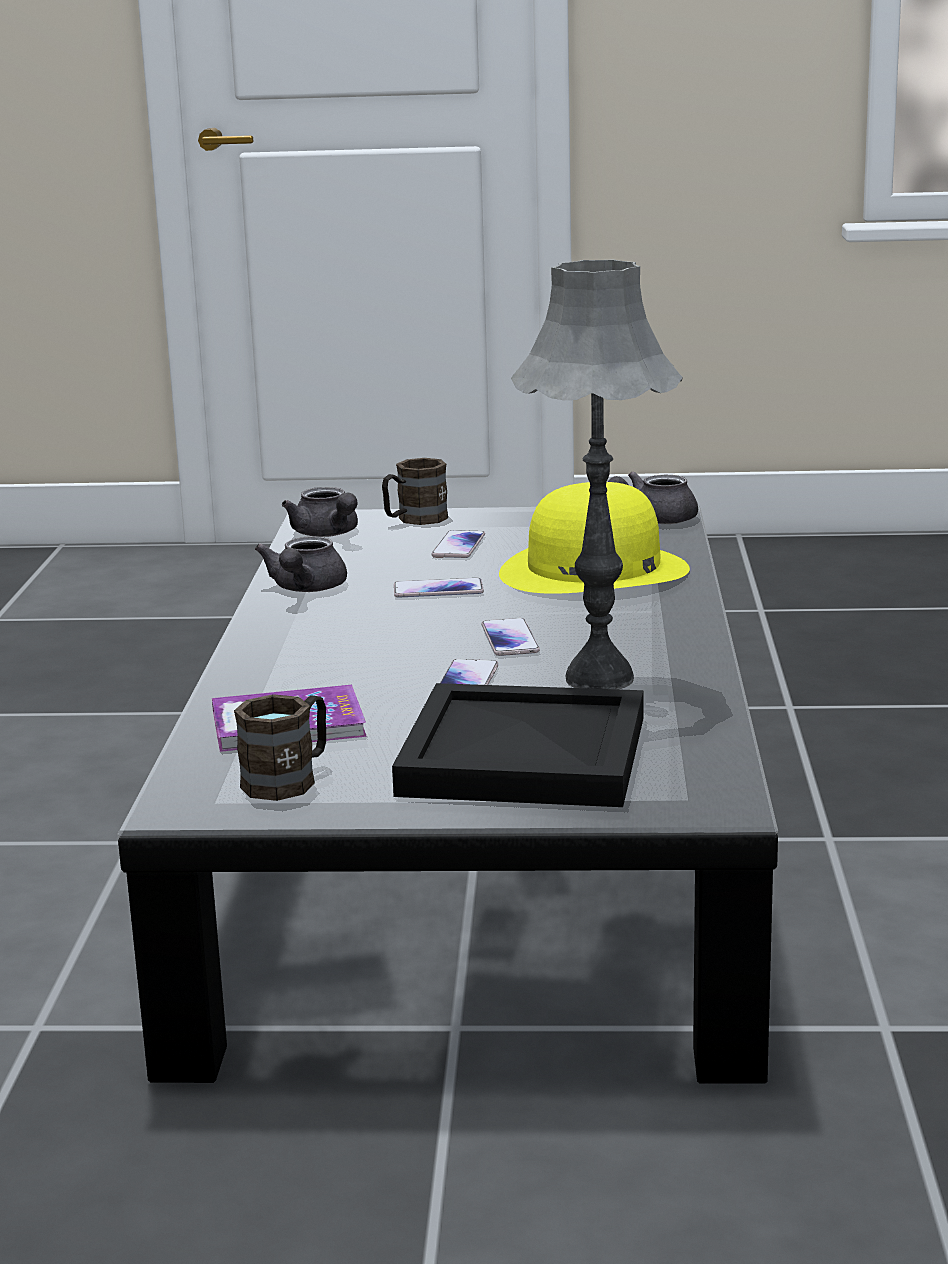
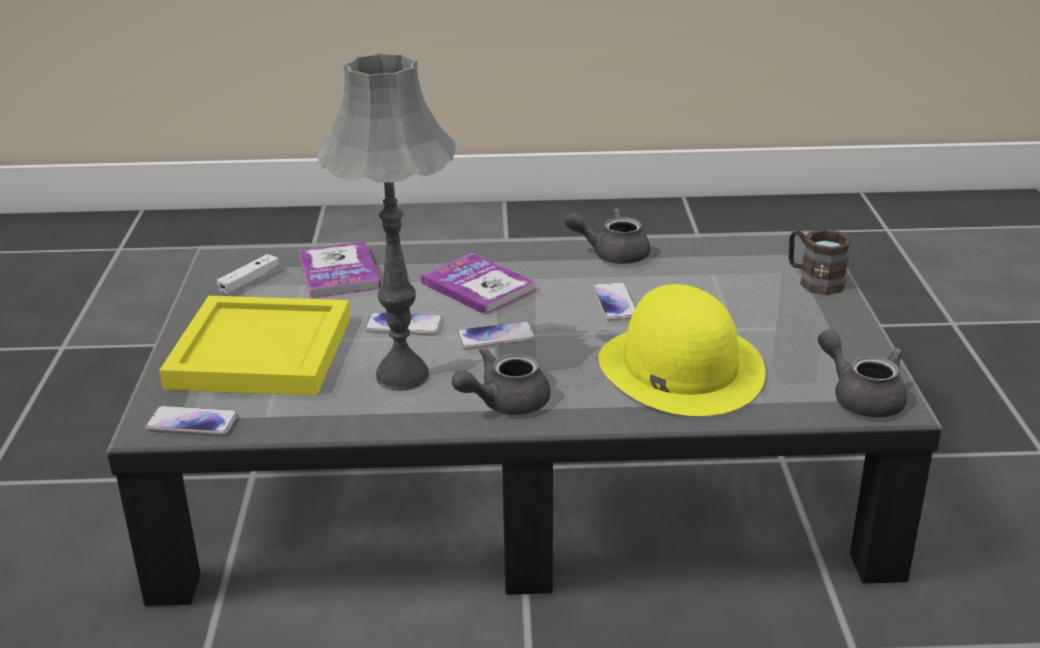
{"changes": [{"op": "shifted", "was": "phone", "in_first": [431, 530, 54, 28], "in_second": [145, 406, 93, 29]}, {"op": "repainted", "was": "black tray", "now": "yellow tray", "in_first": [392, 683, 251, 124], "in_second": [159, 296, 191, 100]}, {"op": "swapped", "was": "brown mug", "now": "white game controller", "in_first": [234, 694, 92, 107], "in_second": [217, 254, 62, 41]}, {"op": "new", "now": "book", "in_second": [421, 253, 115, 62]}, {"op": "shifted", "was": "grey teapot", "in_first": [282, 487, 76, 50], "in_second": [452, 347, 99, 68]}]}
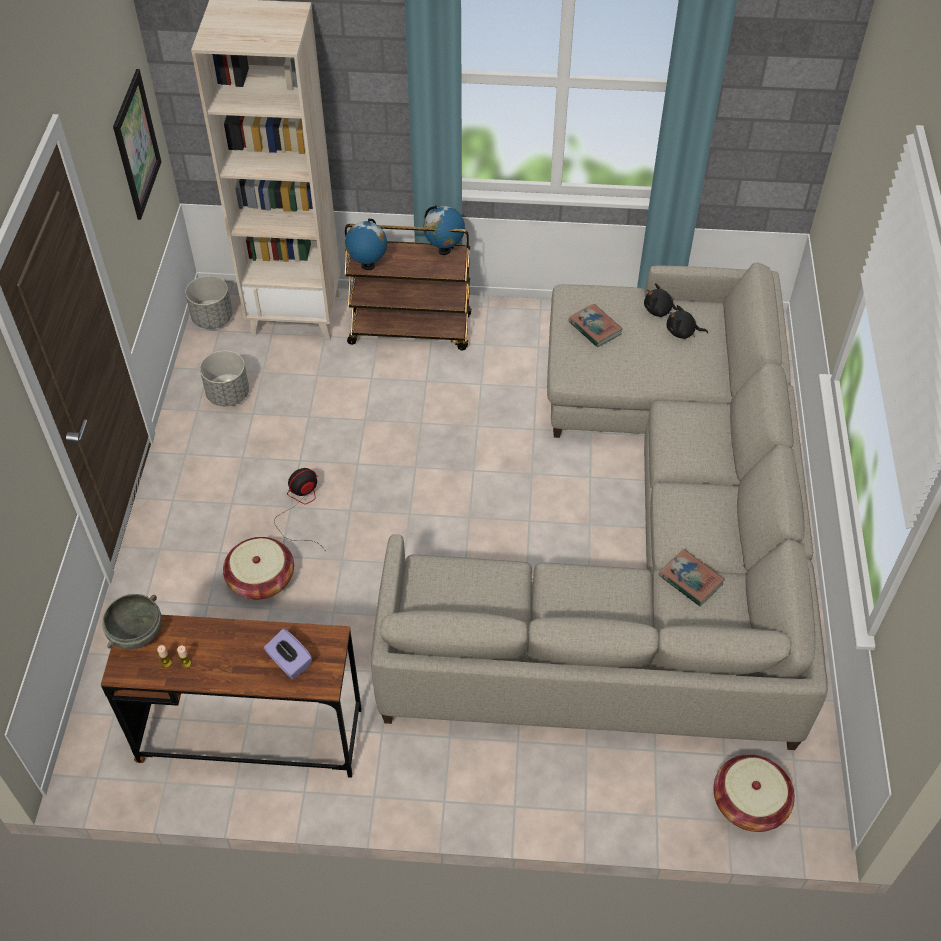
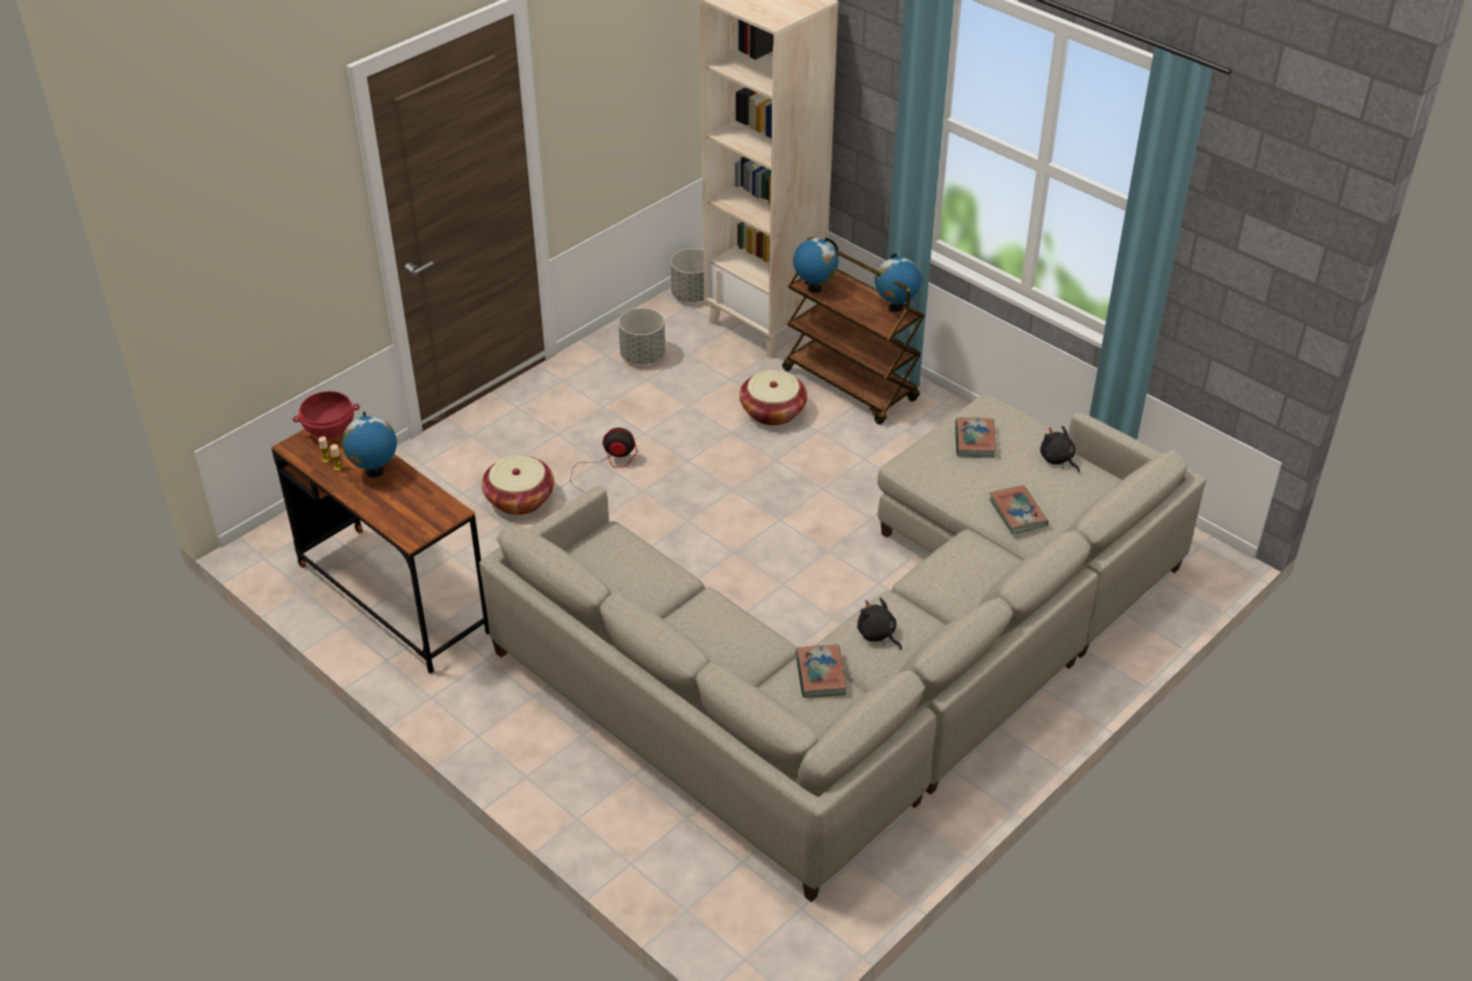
{"changes": [{"op": "repainted", "was": "grey bowl", "now": "red bowl", "in_first": [102, 594, 60, 55], "in_second": [293, 391, 67, 48]}, {"op": "new", "now": "globe", "in_second": [342, 412, 55, 65]}, {"op": "shifted", "was": "basket", "in_first": [714, 754, 81, 78], "in_second": [739, 370, 68, 56]}, {"op": "shifted", "was": "black plush toy", "in_first": [666, 305, 42, 34], "in_second": [857, 597, 45, 53]}, {"op": "new", "now": "book", "in_second": [989, 485, 60, 49]}, {"op": "gone", "was": "picture", "in_first": [113, 69, 48, 151]}, {"op": "gone", "was": "purple tissue box", "in_first": [264, 629, 48, 50]}]}
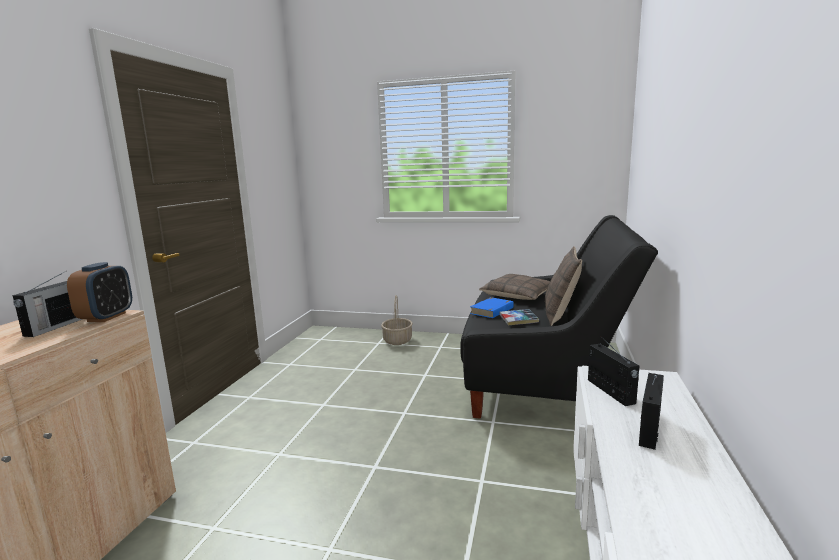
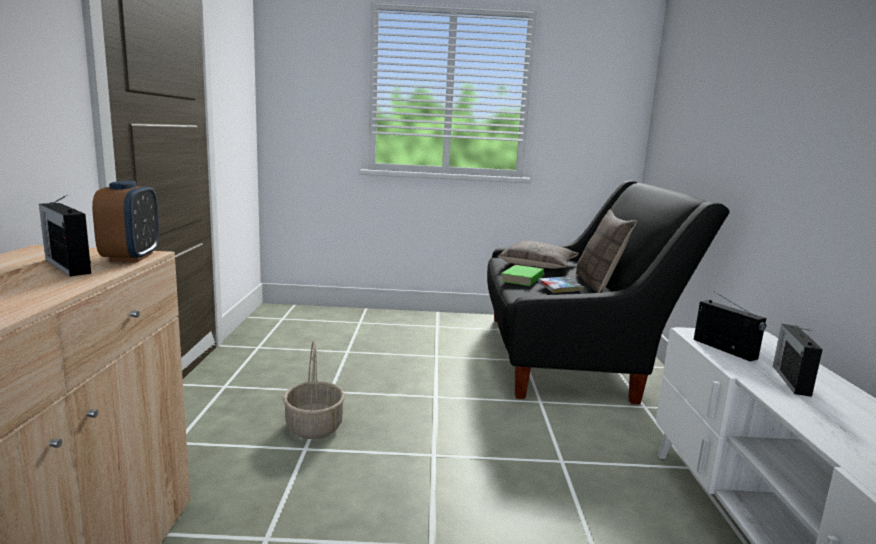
{"changes": [{"op": "rotated", "was": "radio", "in_first": [12, 271, 70, 66], "in_second": [39, 195, 52, 81], "clockwise": 135}, {"op": "shifted", "was": "basket", "in_first": [381, 295, 32, 50], "in_second": [283, 340, 62, 99]}, {"op": "repainted", "was": "blue book", "now": "green book", "in_first": [470, 297, 44, 21], "in_second": [500, 265, 44, 21]}]}
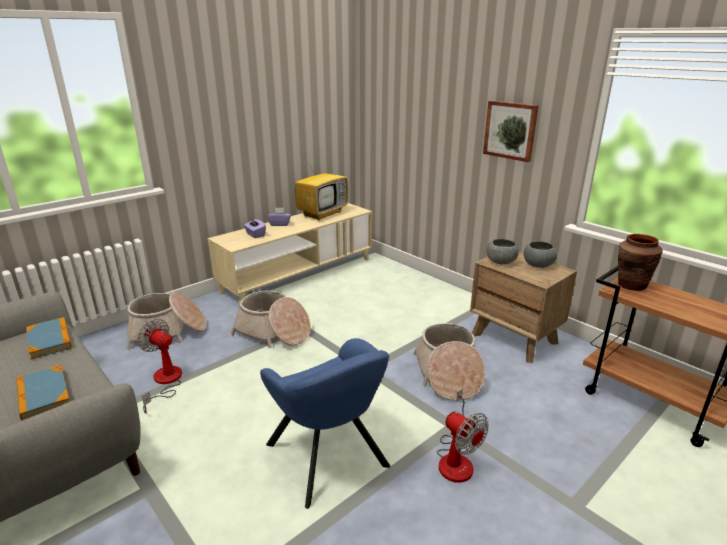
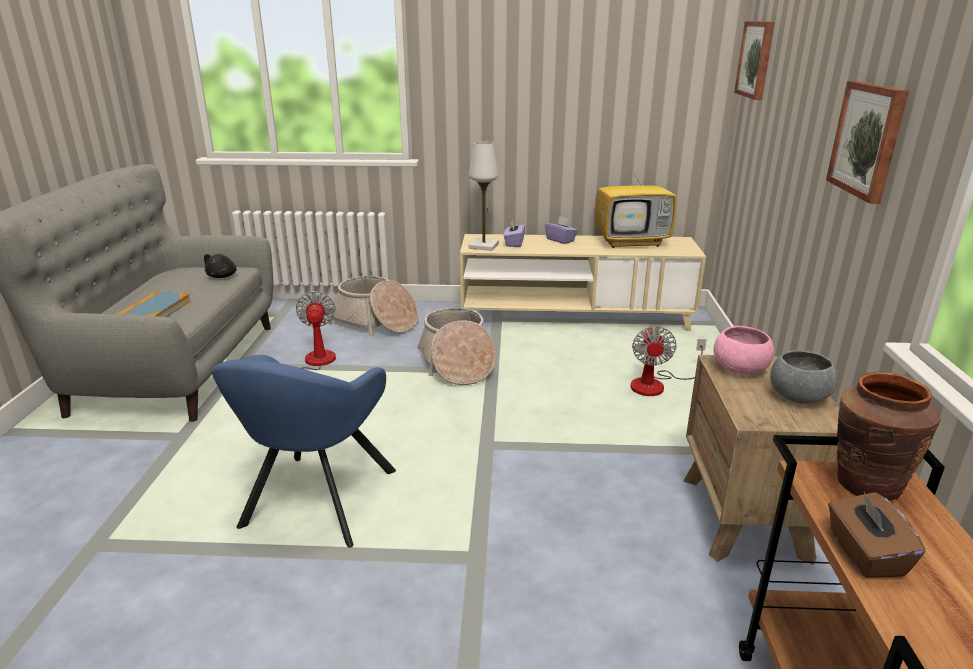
{"changes": [{"op": "swapped", "was": "book", "now": "black plush toy", "in_first": [26, 317, 46, 42], "in_second": [204, 254, 33, 24]}, {"op": "new", "now": "white table lamp", "in_second": [469, 141, 30, 110]}, {"op": "shifted", "was": "fan", "in_first": [437, 389, 52, 94], "in_second": [631, 326, 75, 70]}, {"op": "repainted", "was": "grey bowl", "now": "pink bowl", "in_first": [486, 239, 33, 25], "in_second": [714, 326, 60, 48]}, {"op": "new", "now": "picture", "in_second": [734, 21, 41, 79]}, {"op": "new", "now": "brown tissue box", "in_second": [828, 492, 97, 85]}, {"op": "gone", "was": "basket", "in_first": [413, 323, 72, 78]}]}
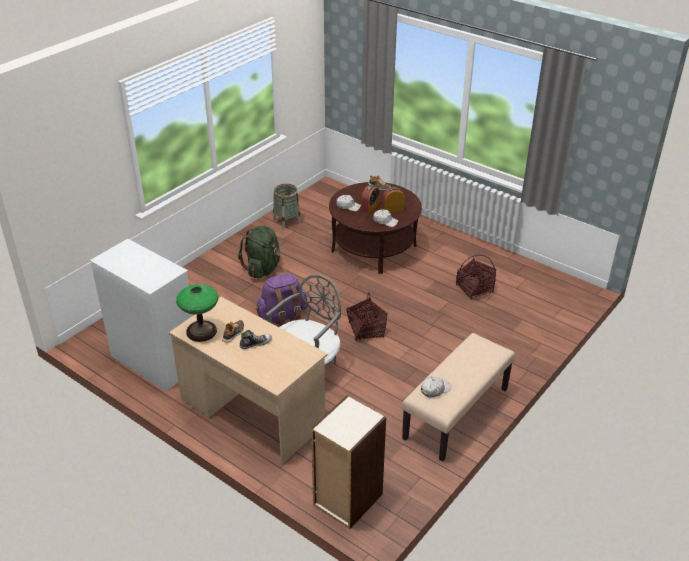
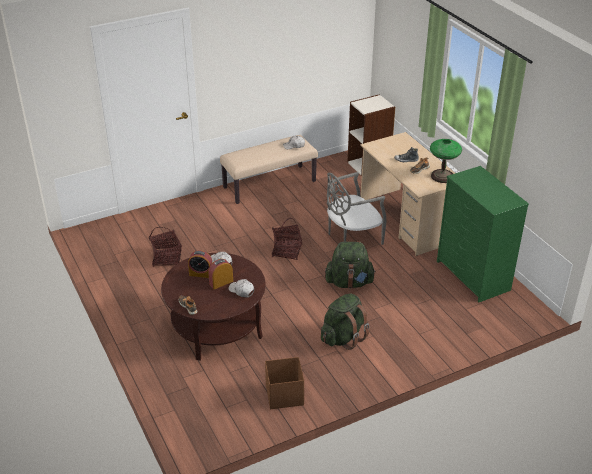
{"changes": [{"op": "swapped", "was": "basket", "now": "brown storage box", "in_first": [273, 184, 28, 46], "in_second": [265, 357, 39, 52]}, {"op": "repainted", "was": "purple backpack", "now": "green backpack", "in_first": [256, 274, 52, 53], "in_second": [325, 241, 51, 48]}, {"op": "repainted", "was": "white dresser", "now": "green dresser", "in_first": [90, 239, 103, 152], "in_second": [437, 166, 92, 137]}]}
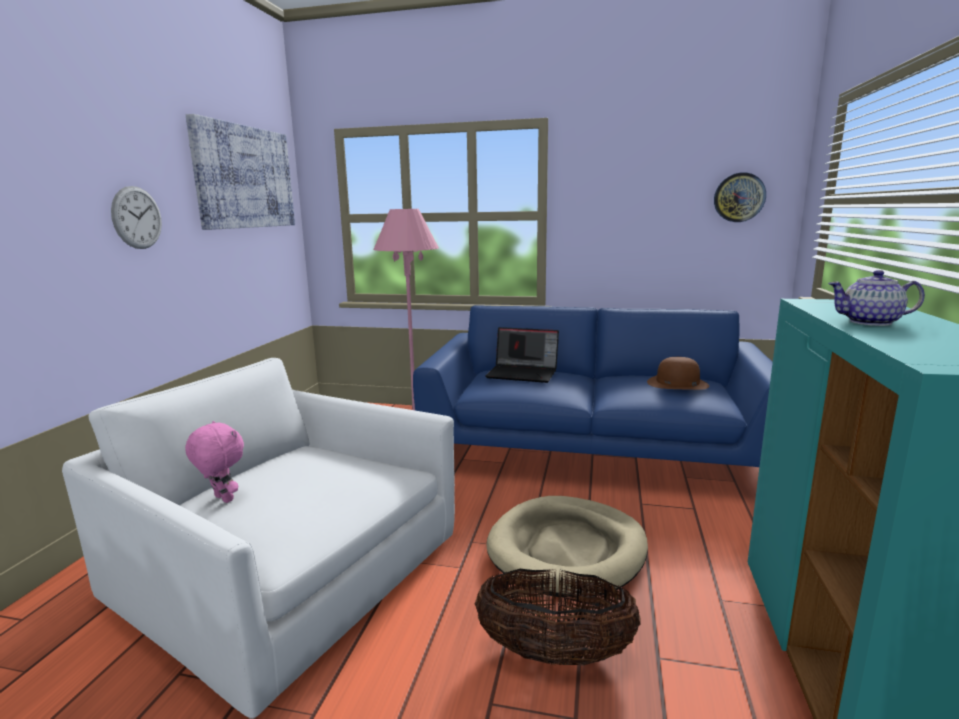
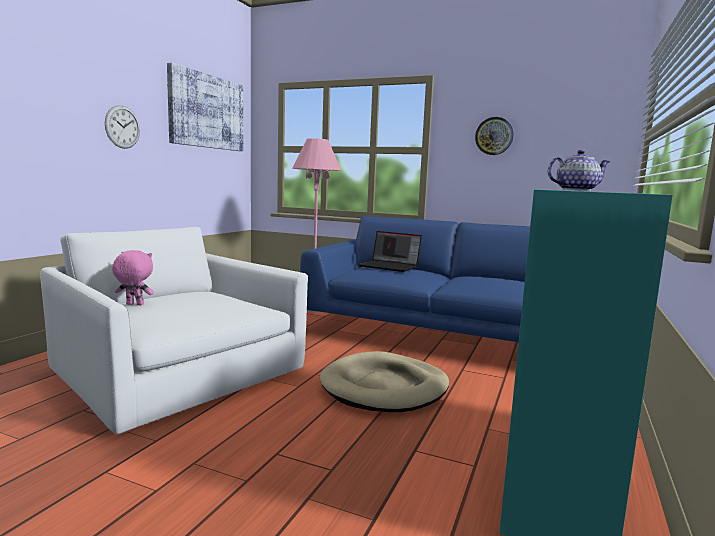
{"changes": [{"op": "rotated", "was": "pink plush toy", "in_first": [185, 421, 59, 82], "in_second": [112, 250, 42, 55], "clockwise": -45}, {"op": "shifted", "was": "wall clock", "in_first": [714, 172, 52, 50], "in_second": [475, 117, 39, 38]}, {"op": "rotated", "was": "teapot", "in_first": [828, 270, 97, 56], "in_second": [548, 150, 62, 41], "clockwise": 150}, {"op": "gone", "was": "basket", "in_first": [475, 569, 166, 97]}, {"op": "gone", "was": "brown hat", "in_first": [647, 357, 62, 33]}]}
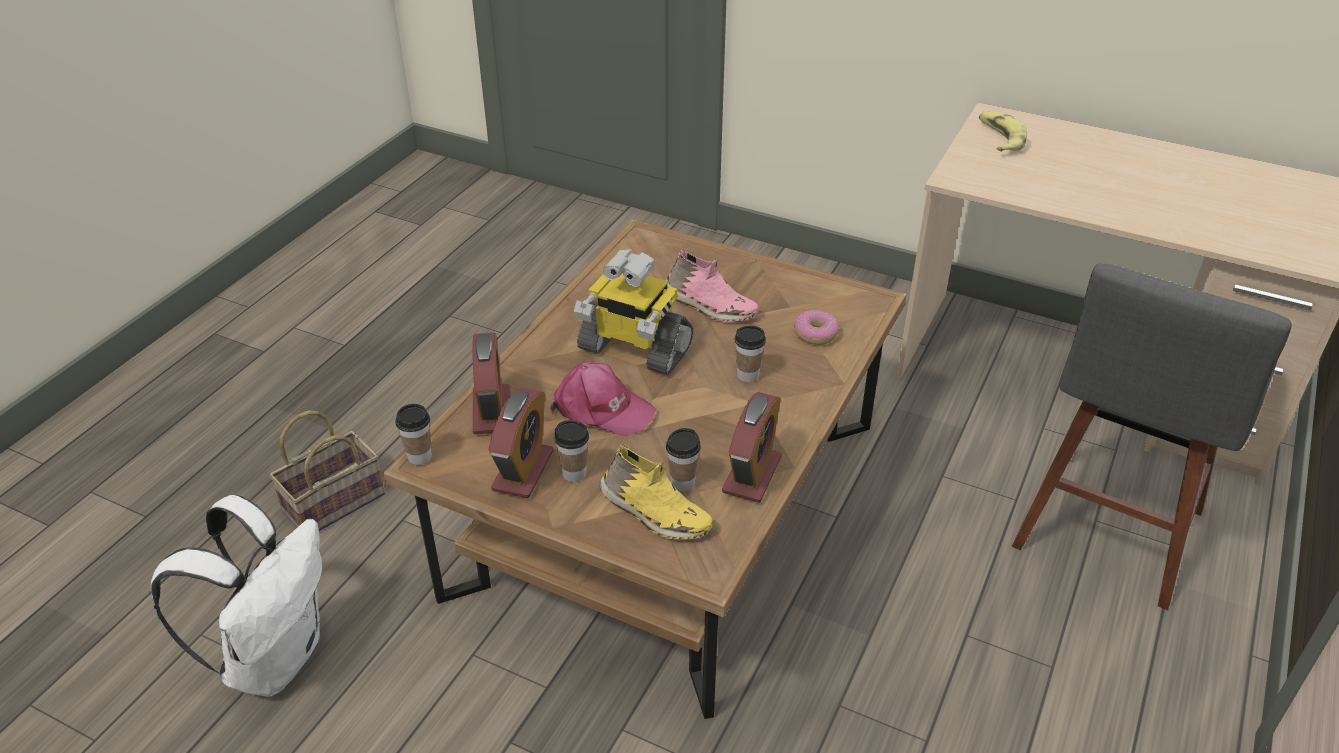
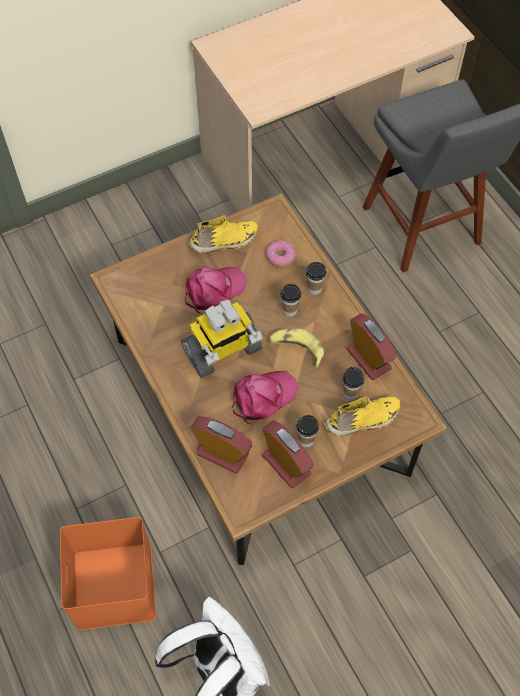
{"changes": [{"op": "swapped", "was": "basket", "now": "orange storage box", "in_first": [269, 411, 116, 120], "in_second": [60, 517, 96, 113]}, {"op": "swapped", "was": "pink shoe", "now": "pink cap", "in_first": [666, 250, 92, 72], "in_second": [185, 267, 62, 47]}, {"op": "new", "now": "yellow shoe", "in_second": [189, 215, 69, 38]}, {"op": "shifted", "was": "banana", "in_first": [979, 111, 48, 41], "in_second": [269, 329, 55, 39]}, {"op": "shifted", "was": "cup", "in_first": [396, 404, 36, 61], "in_second": [306, 262, 20, 33]}]}
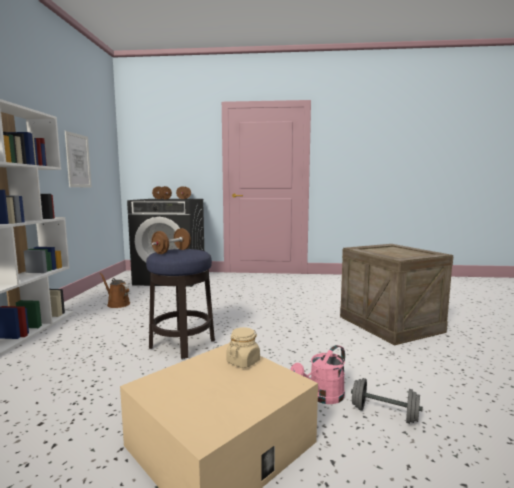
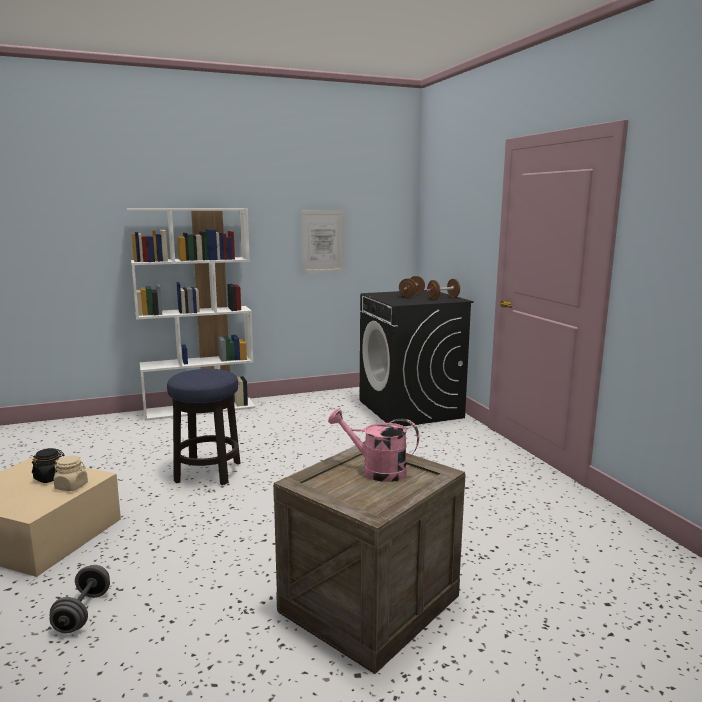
{"changes": [{"op": "new", "now": "black jar", "in_second": [32, 448, 33, 35]}, {"op": "shifted", "was": "pink watering can", "in_first": [290, 345, 55, 59], "in_second": [328, 408, 91, 74]}, {"op": "gone", "was": "brown watering can", "in_first": [100, 273, 30, 35]}, {"op": "gone", "was": "brown dumbbell", "in_first": [151, 228, 40, 26]}]}
